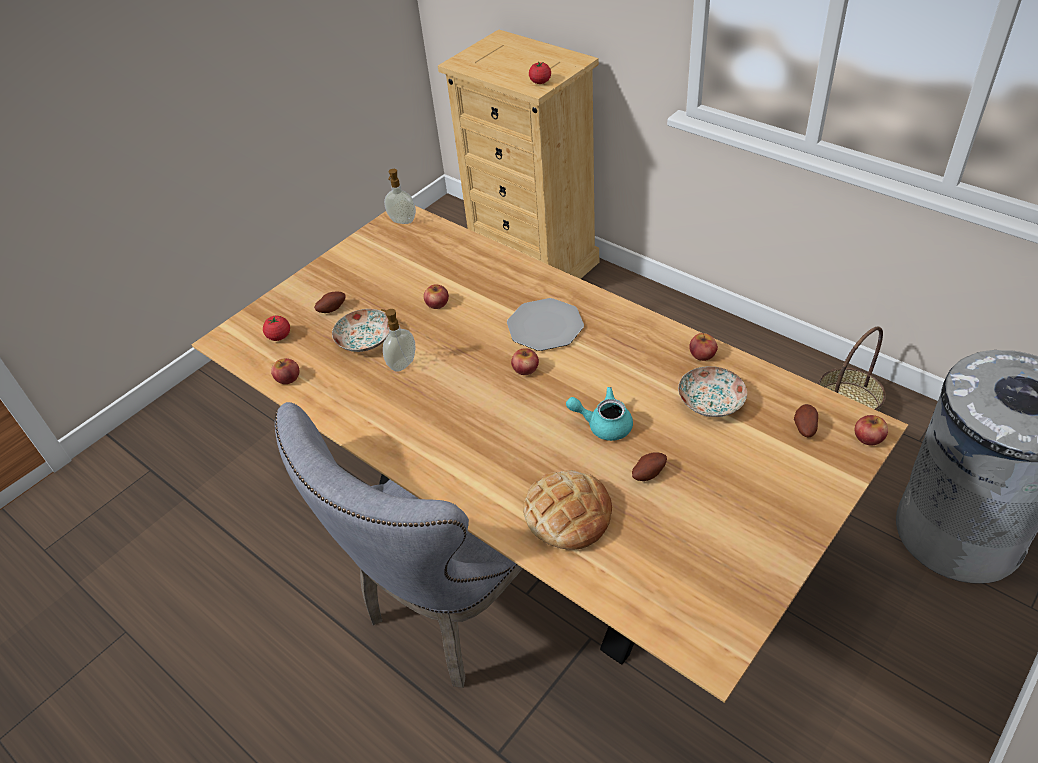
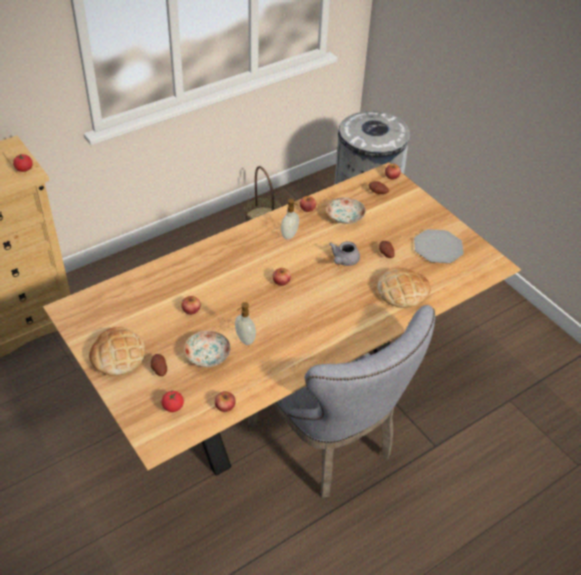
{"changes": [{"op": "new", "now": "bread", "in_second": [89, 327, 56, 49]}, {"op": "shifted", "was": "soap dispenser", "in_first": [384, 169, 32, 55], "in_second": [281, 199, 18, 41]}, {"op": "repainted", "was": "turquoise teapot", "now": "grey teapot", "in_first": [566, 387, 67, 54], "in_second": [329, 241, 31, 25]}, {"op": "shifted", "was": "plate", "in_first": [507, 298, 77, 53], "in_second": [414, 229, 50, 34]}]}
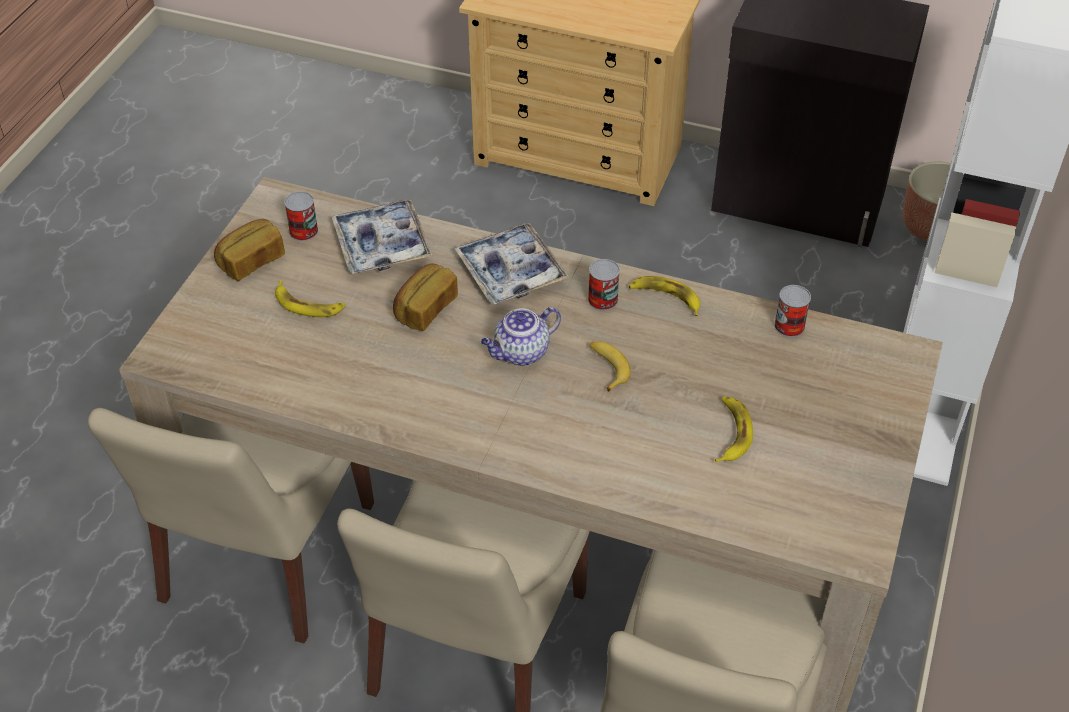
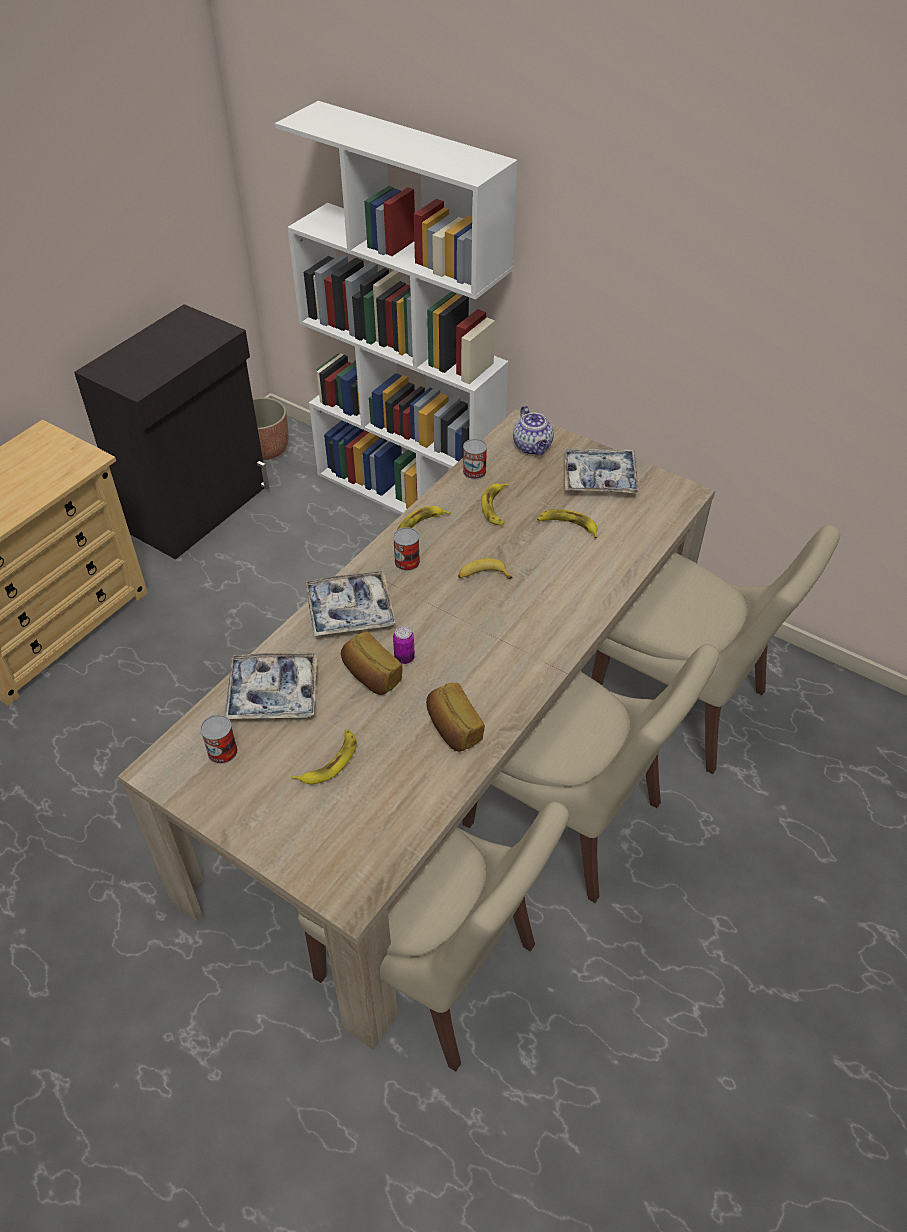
{"changes": [{"op": "new", "now": "can", "in_second": [393, 626, 22, 38]}, {"op": "shifted", "was": "bread", "in_first": [214, 219, 71, 62], "in_second": [426, 683, 59, 69]}, {"op": "new", "now": "banana", "in_second": [481, 483, 28, 42]}, {"op": "shifted", "was": "teapot", "in_first": [481, 307, 80, 59], "in_second": [513, 406, 41, 49]}, {"op": "new", "now": "tray", "in_second": [565, 449, 73, 45]}]}
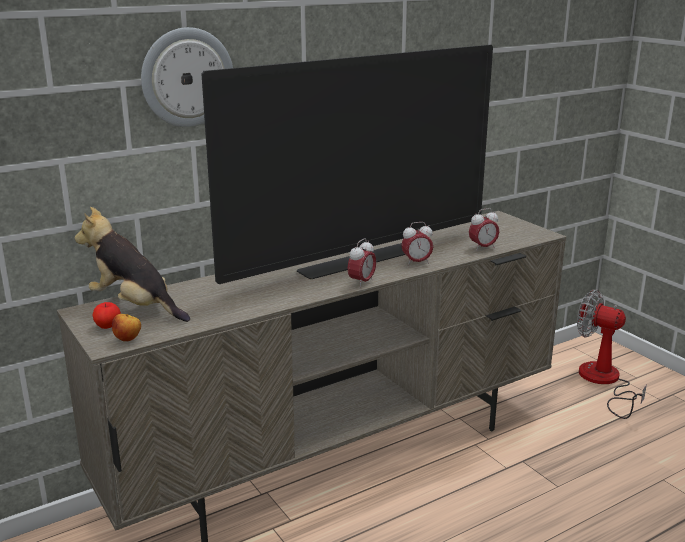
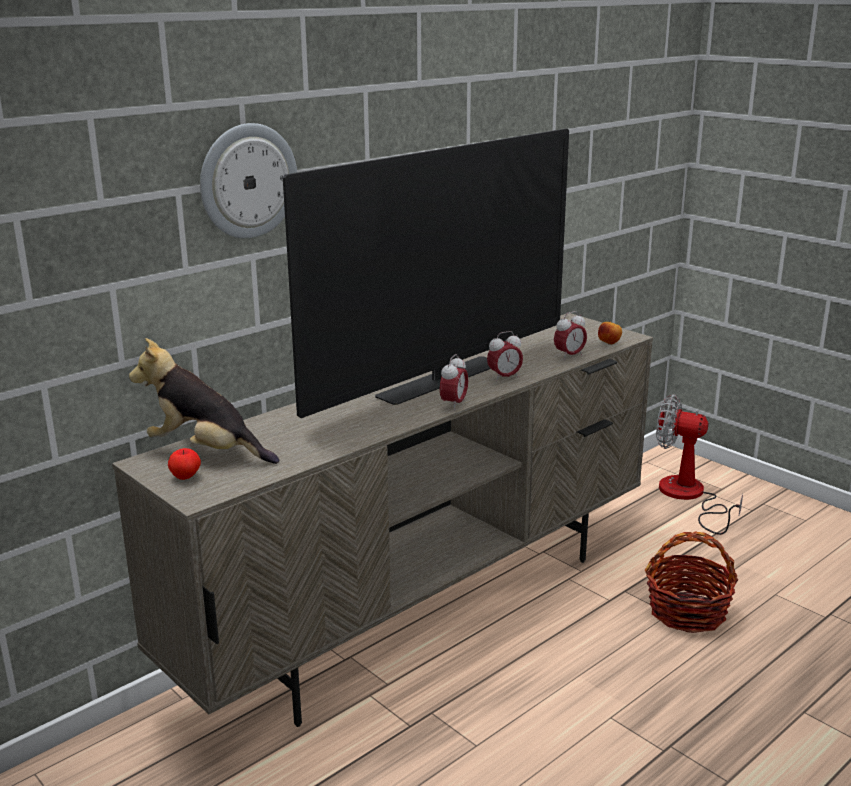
{"changes": [{"op": "shifted", "was": "apple", "in_first": [112, 314, 29, 28], "in_second": [598, 321, 24, 24]}, {"op": "new", "now": "basket", "in_second": [645, 531, 93, 102]}]}
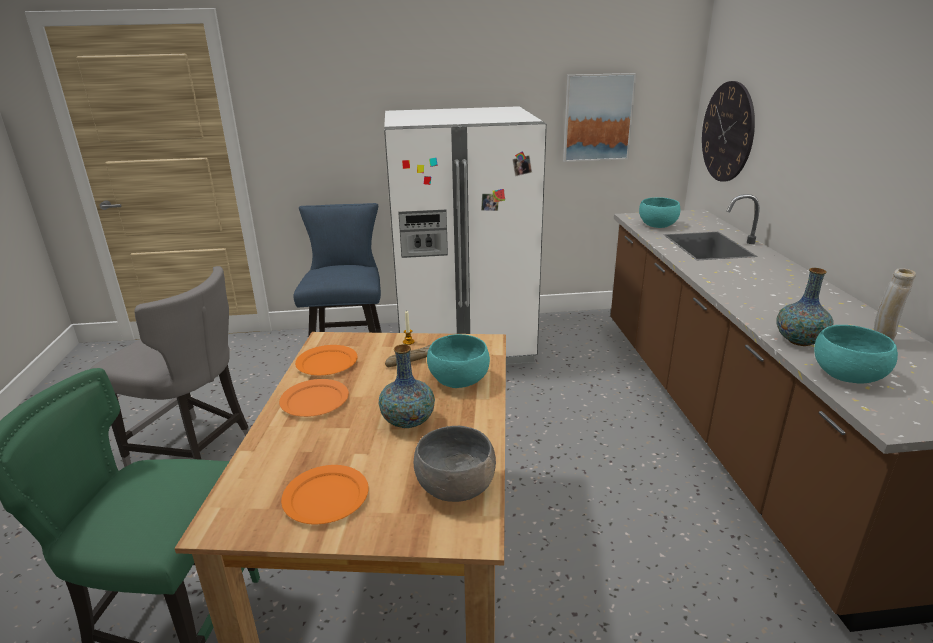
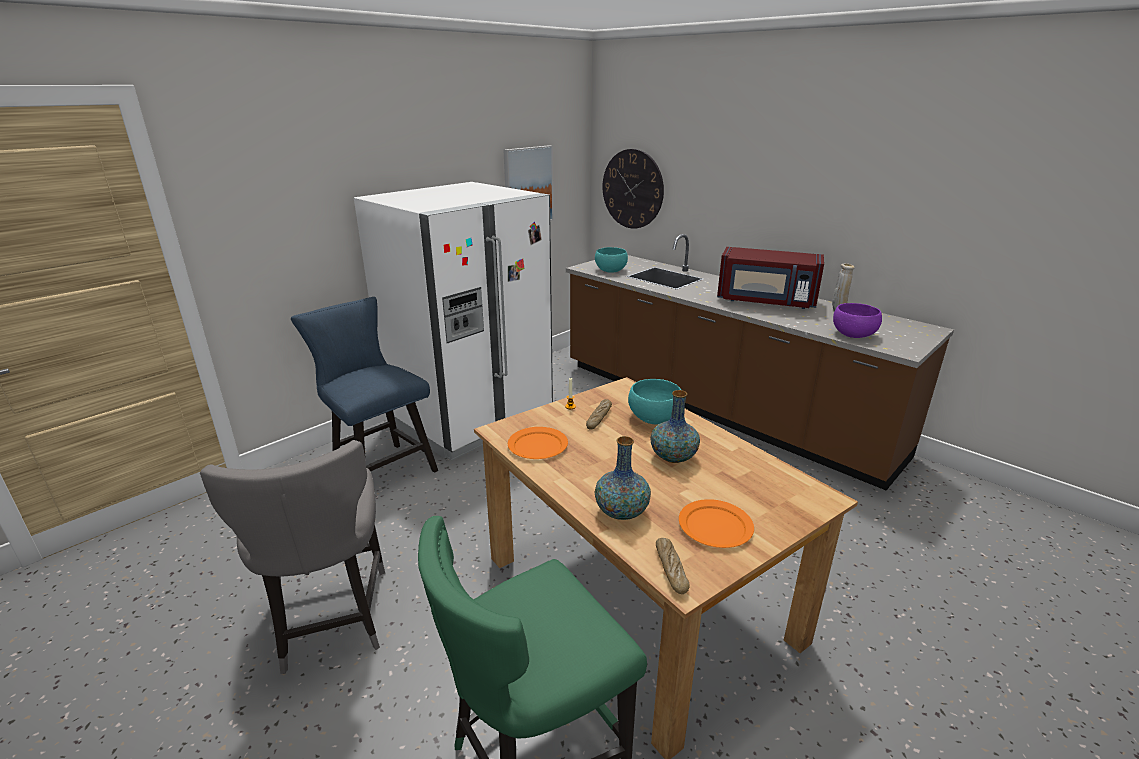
{"changes": [{"op": "rotated", "was": "grey chair", "in_first": [90, 266, 159, 201], "in_second": [200, 440, 185, 234], "clockwise": 90}, {"op": "shifted", "was": "vase", "in_first": [776, 268, 58, 78], "in_second": [594, 436, 57, 84]}, {"op": "new", "now": "bread", "in_second": [656, 538, 34, 56]}, {"op": "new", "now": "red microwave", "in_second": [717, 247, 107, 62]}, {"op": "repainted", "was": "turquoise bowl", "now": "purple bowl", "in_first": [814, 325, 84, 59], "in_second": [833, 303, 49, 35]}, {"op": "gone", "was": "orange plate", "in_first": [279, 379, 70, 38]}, {"op": "gone", "was": "grey bowl", "in_first": [414, 426, 82, 76]}]}
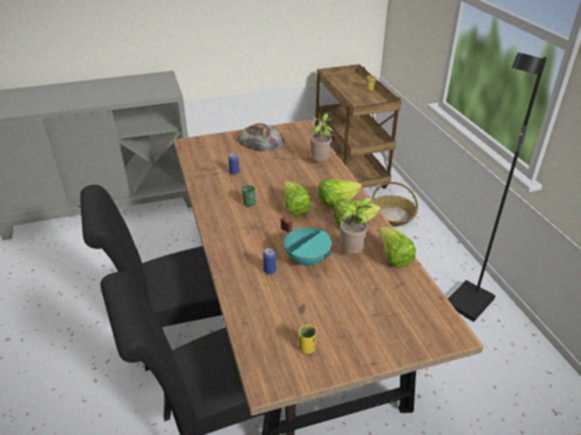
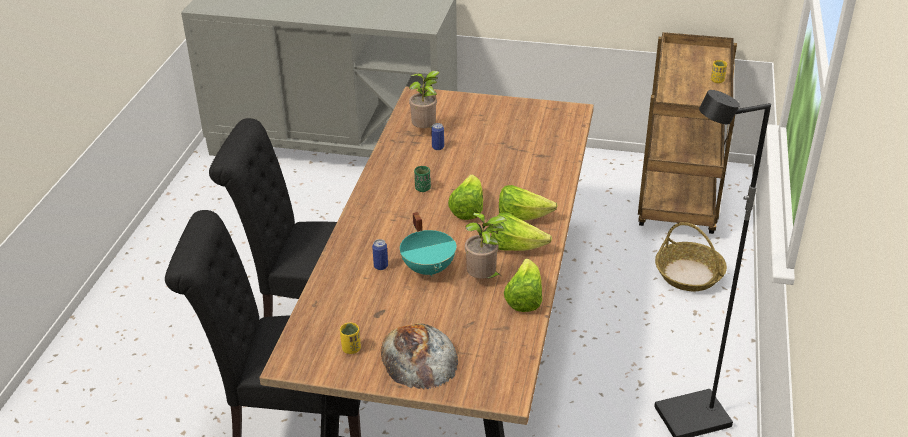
{"changes": [{"op": "shifted", "was": "bread", "in_first": [237, 123, 48, 29], "in_second": [381, 323, 77, 66]}, {"op": "shifted", "was": "potted plant", "in_first": [310, 114, 23, 47], "in_second": [409, 71, 31, 57]}]}
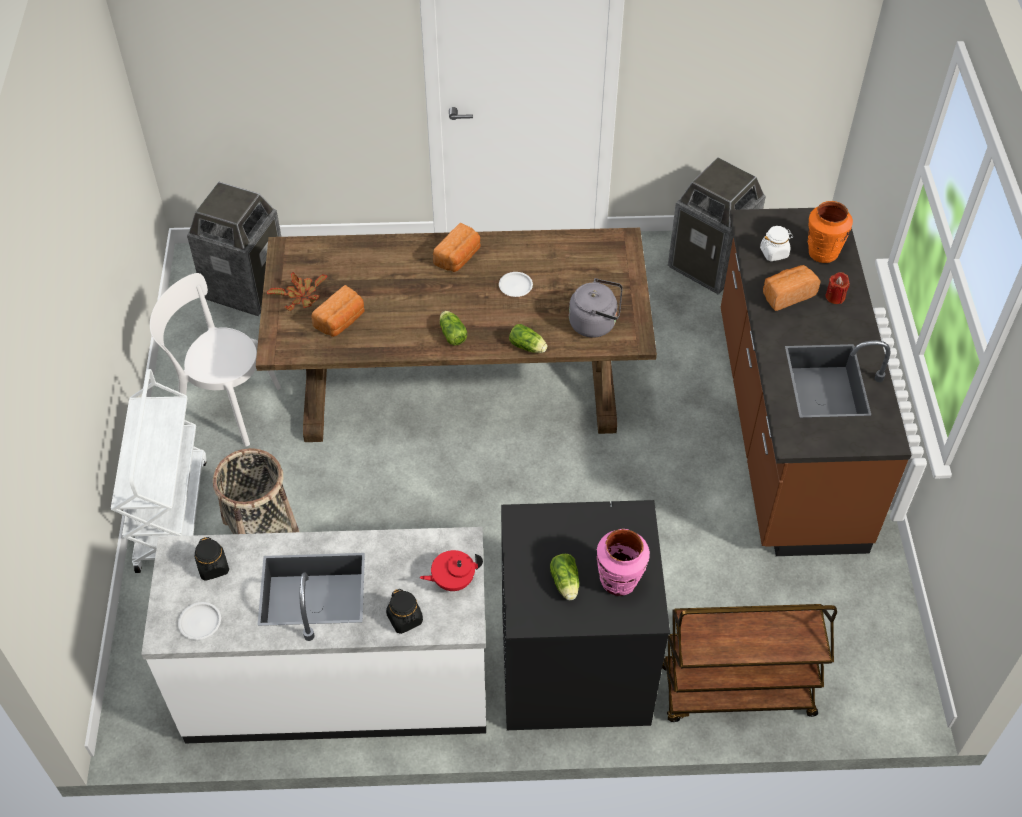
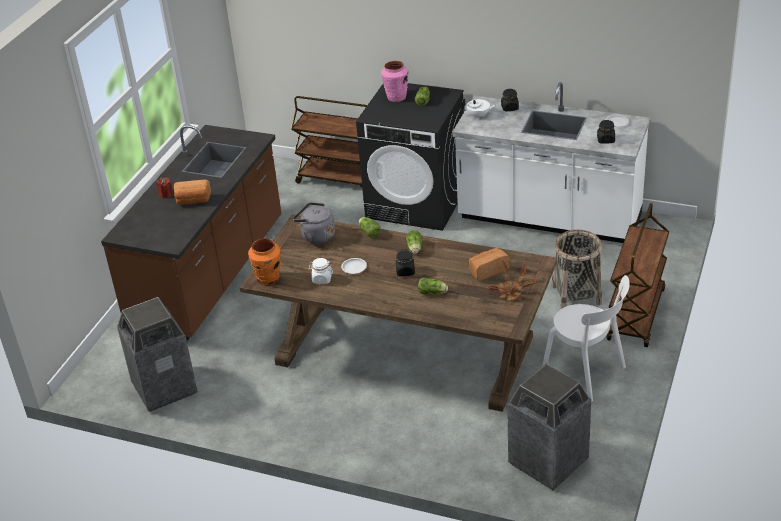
{"changes": [{"op": "shifted", "was": "orange vase", "in_first": [808, 201, 45, 62], "in_second": [248, 238, 33, 47]}, {"op": "shifted", "was": "white jar", "in_first": [760, 226, 33, 35], "in_second": [308, 258, 25, 26]}, {"op": "new", "now": "black jar", "in_second": [396, 249, 19, 27]}, {"op": "new", "now": "lettuce", "in_second": [418, 278, 30, 17]}, {"op": "repainted", "was": "red teapot", "now": "white teapot", "in_first": [420, 550, 63, 41], "in_second": [462, 98, 35, 20]}, {"op": "repainted", "was": "white cart", "now": "brown cart", "in_first": [111, 369, 95, 204], "in_second": [607, 203, 62, 144]}, {"op": "gone", "was": "bread", "in_first": [433, 222, 48, 50]}]}
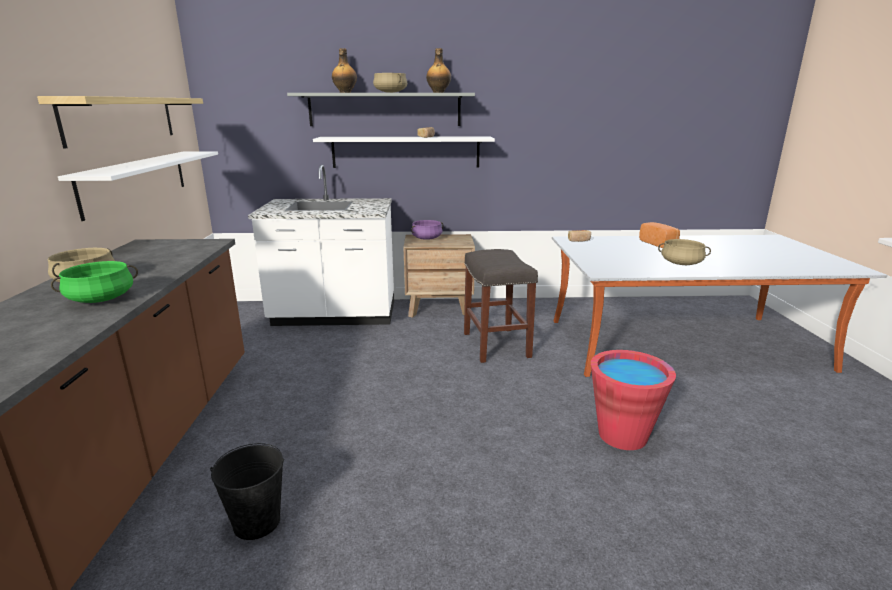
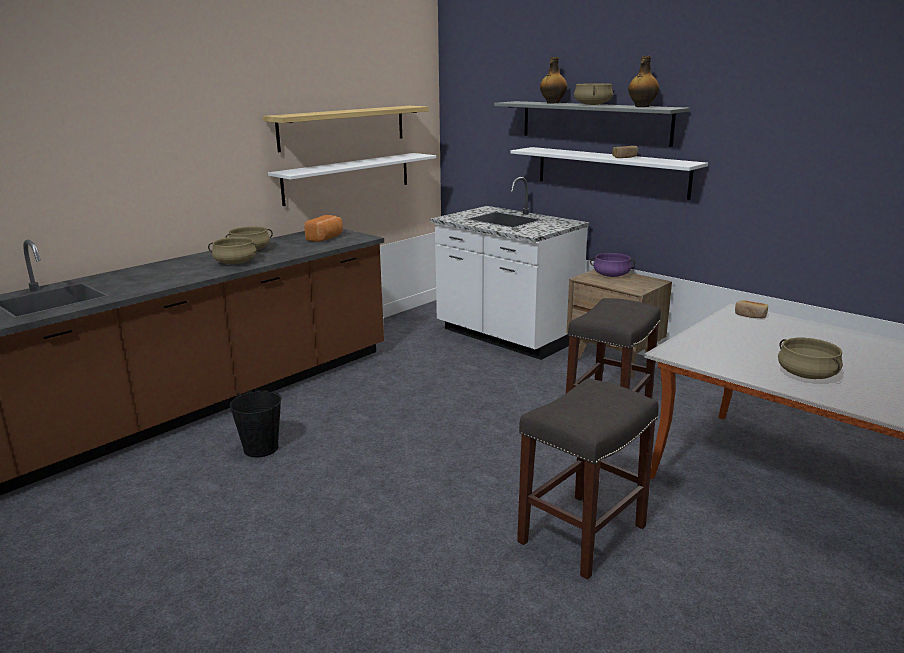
{"changes": [{"op": "repainted", "was": "green cooking pot", "now": "beige cooking pot", "in_first": [51, 261, 87, 42], "in_second": [208, 237, 50, 27]}, {"op": "shifted", "was": "bread", "in_first": [639, 222, 41, 26], "in_second": [304, 215, 39, 27]}, {"op": "swapped", "was": "red bucket", "now": "grey stool", "in_first": [591, 350, 85, 100], "in_second": [517, 379, 142, 201]}]}
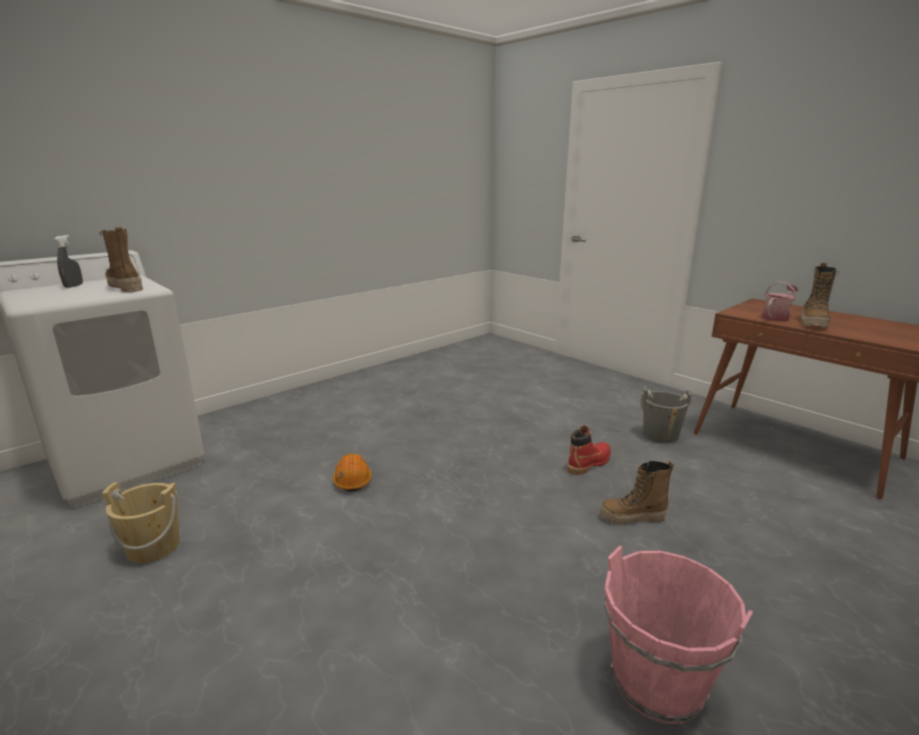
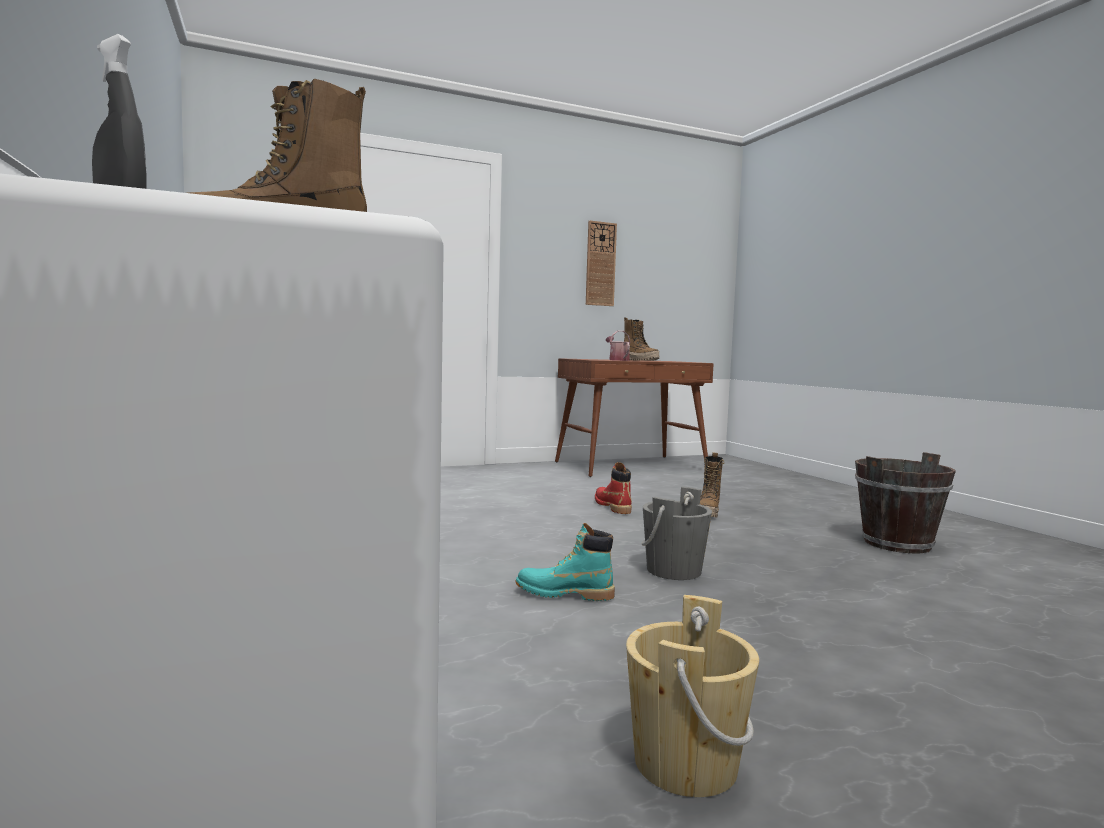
{"changes": [{"op": "swapped", "was": "orange hard hat", "now": "turquoise boot", "in_first": [333, 453, 39, 38], "in_second": [516, 523, 99, 78]}, {"op": "new", "now": "wall clock", "in_second": [586, 220, 31, 86]}, {"op": "shifted", "was": "grey bucket", "in_first": [640, 386, 52, 57], "in_second": [642, 486, 70, 94]}, {"op": "repainted", "was": "pink bucket", "now": "brown bucket", "in_first": [604, 546, 149, 178], "in_second": [855, 452, 101, 101]}]}
